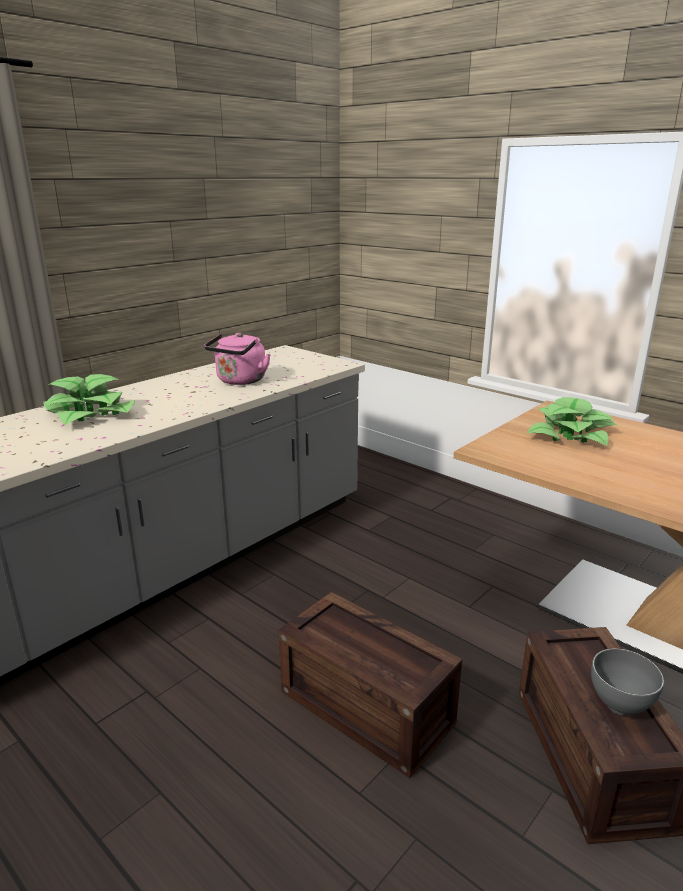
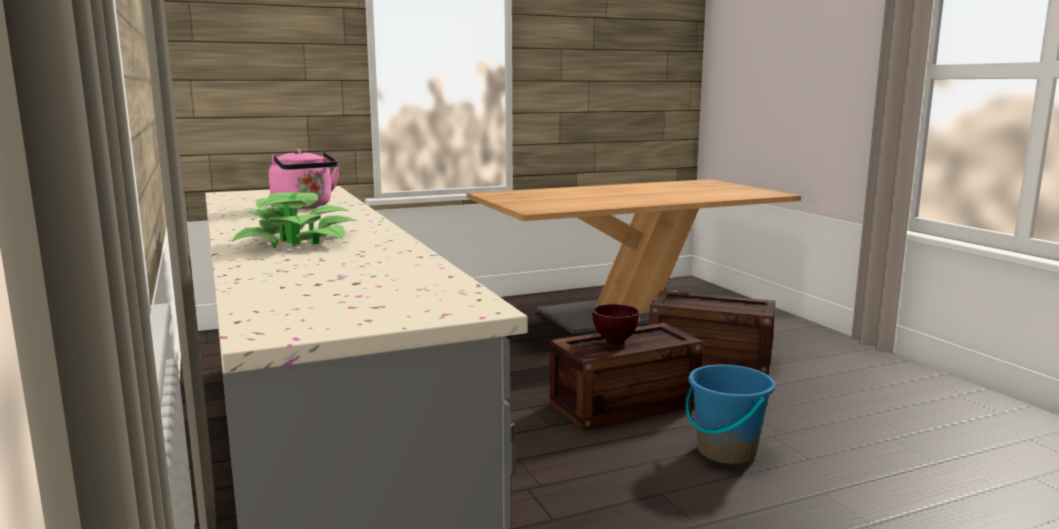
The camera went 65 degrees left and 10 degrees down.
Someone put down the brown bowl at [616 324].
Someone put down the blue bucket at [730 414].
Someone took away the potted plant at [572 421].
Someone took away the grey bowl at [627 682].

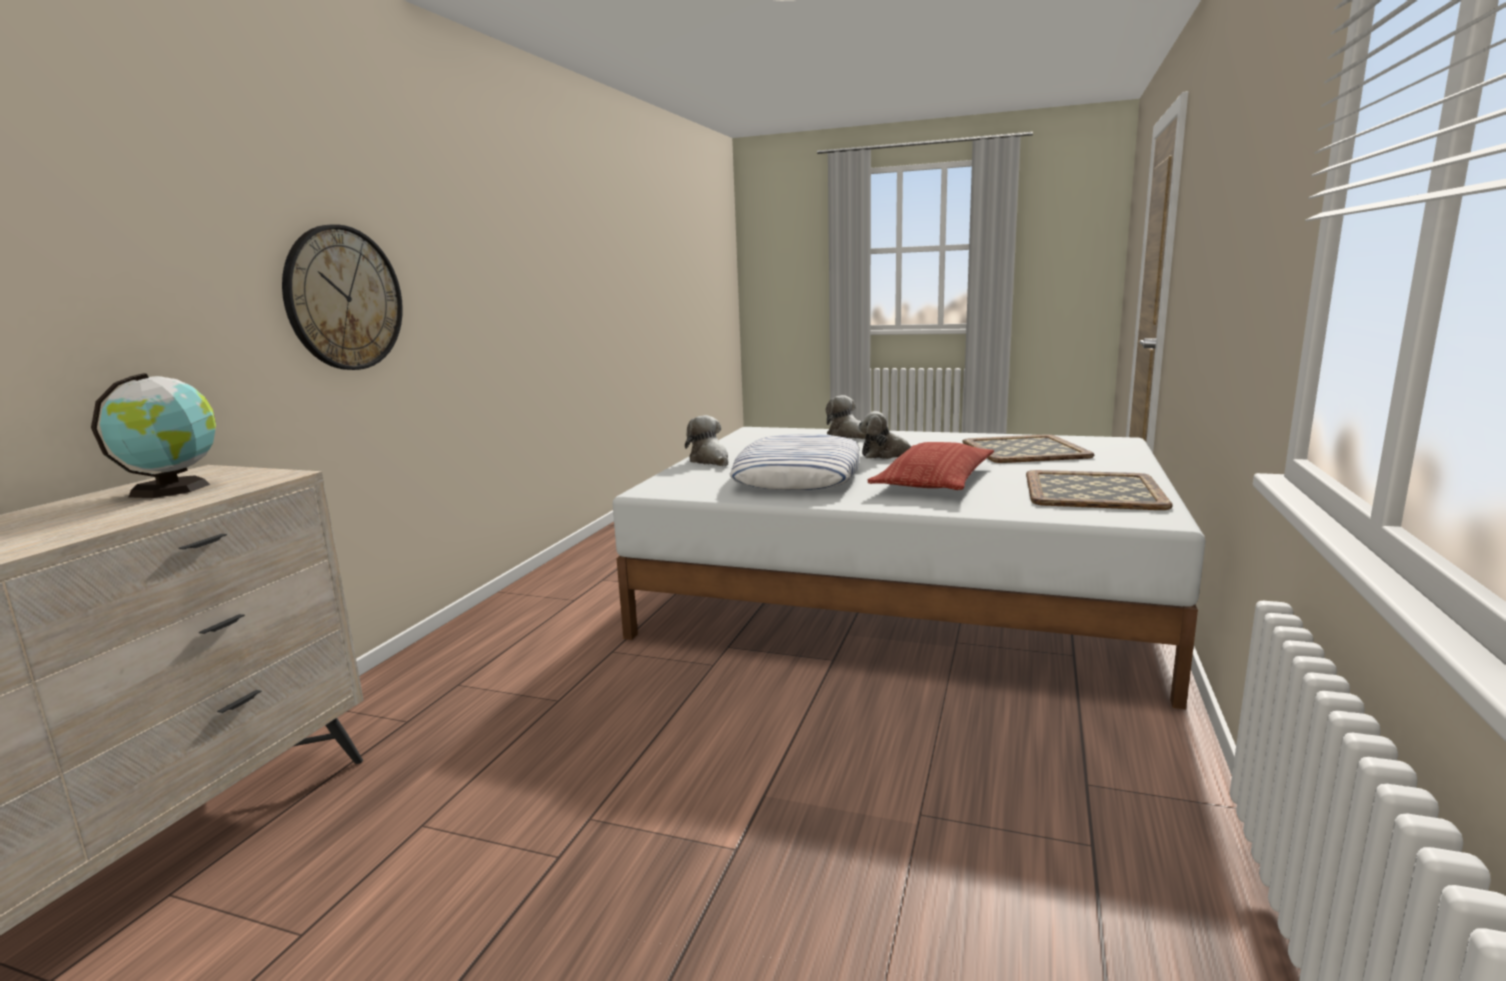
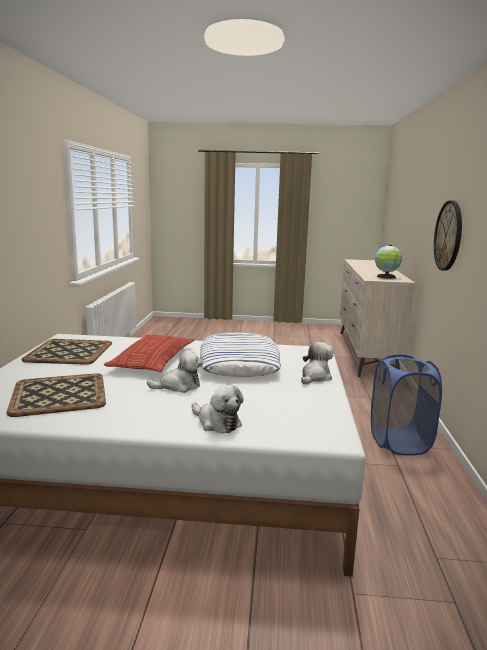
The camera went 165 degrees right and 0 degrees up.
Someone rotated the plush toy at [706 440] by 105 degrees counterclockwise.
Someone put down the blue laundry basket at [406 405].

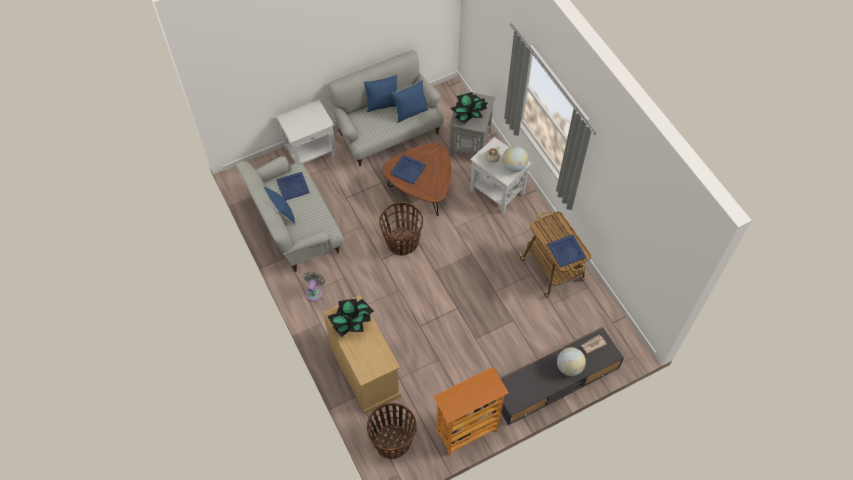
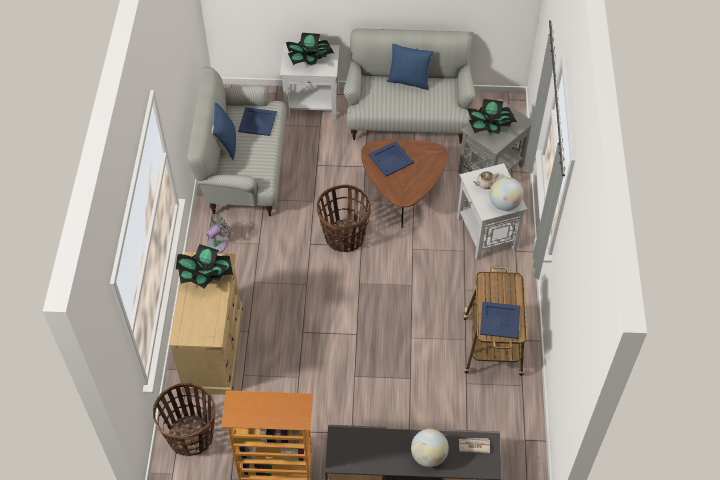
The camera went 30 degrees right and 5 degrees down.
Someone put down the potted plant at [310 49].
Someone took away the blue pillow at [410 101].

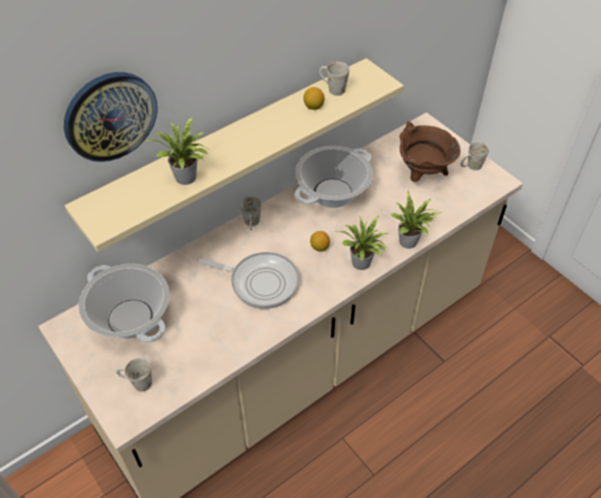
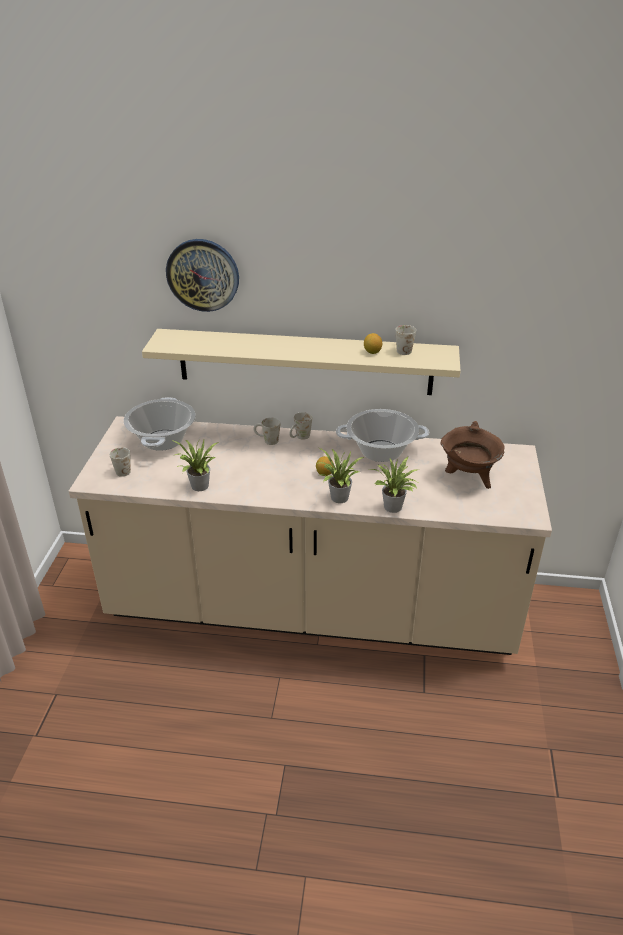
The camera went 45 degrees right and 15 degrees down.
Someone carried the potted plant from [176 150] to [195 465].
Someone carried the white mug from [474 156] to [267 431].
Someone took away the frying pan at [249 280].

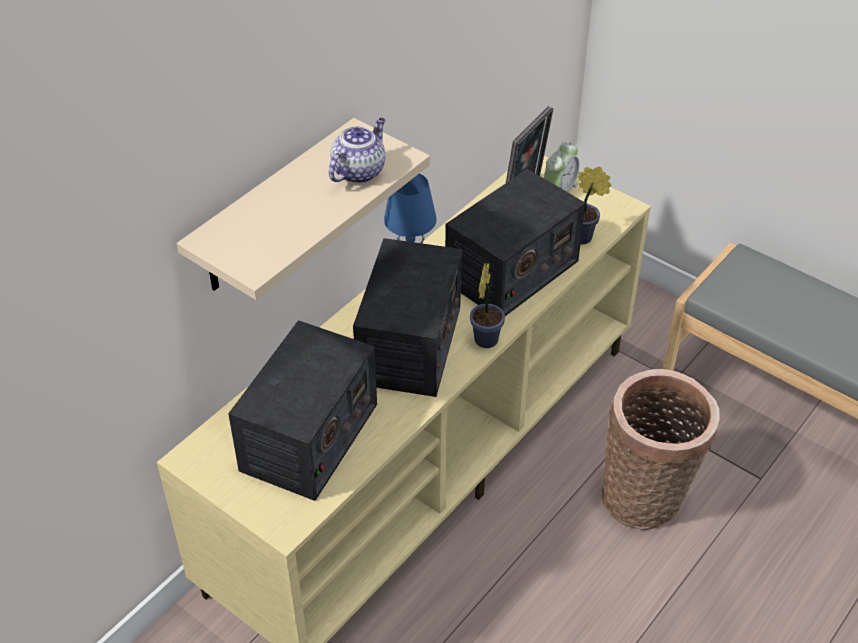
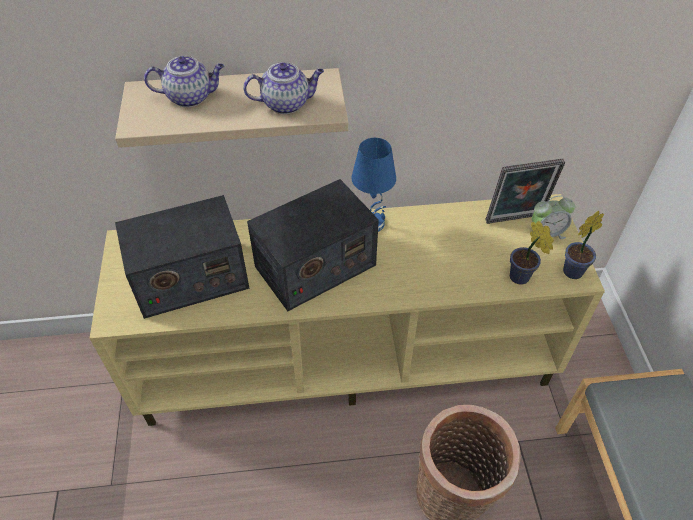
The camera went 45 degrees right and 5 degrees up.
Someone put down the teapot at [184 81].
Someone carried the potted plant from [487 305] to [583 245].
Someone took away the radio at [515 242].

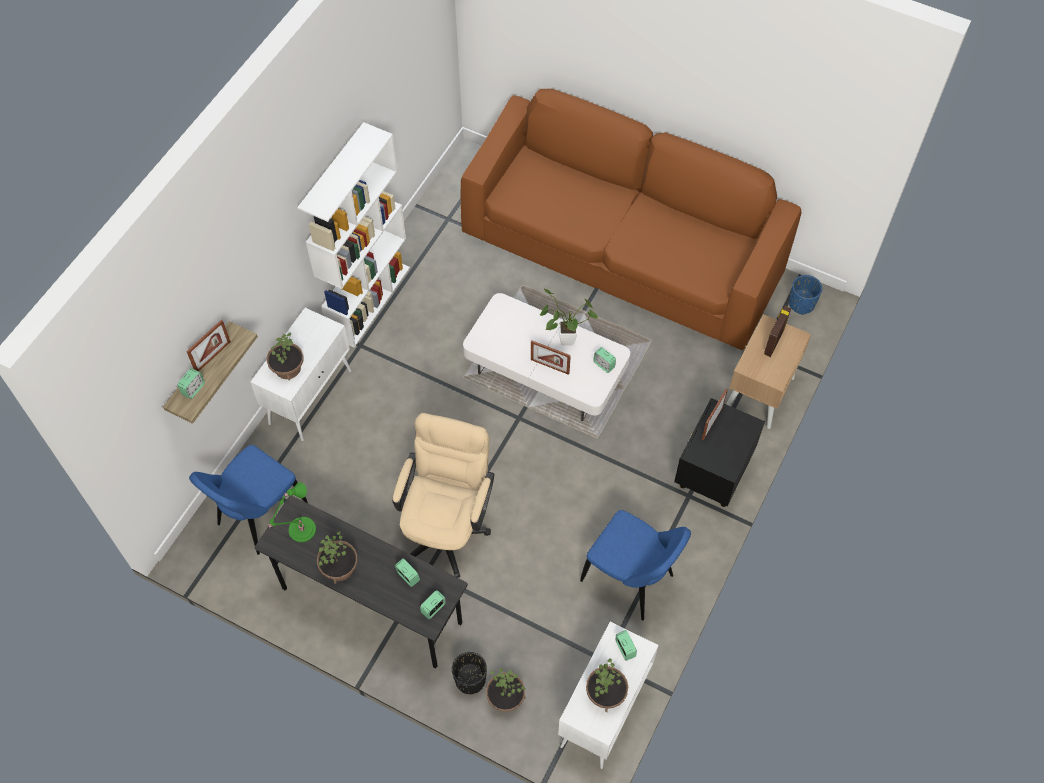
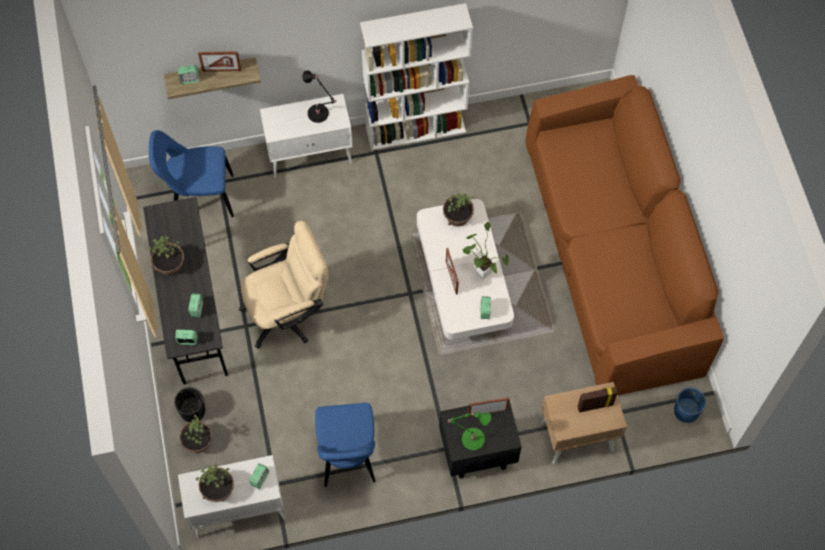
The camera went 50 degrees right and 5 degrees up.
Someone put down the black table lamp at [319 97].
Someone carried the potted plant from [285 356] to [458 209].
Someone carried the green table lamp from [292 512] to [469 431].

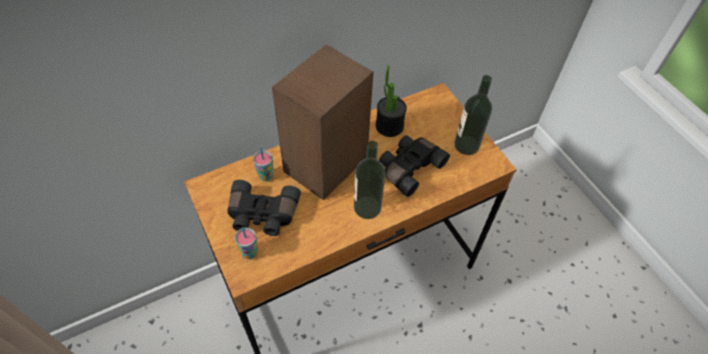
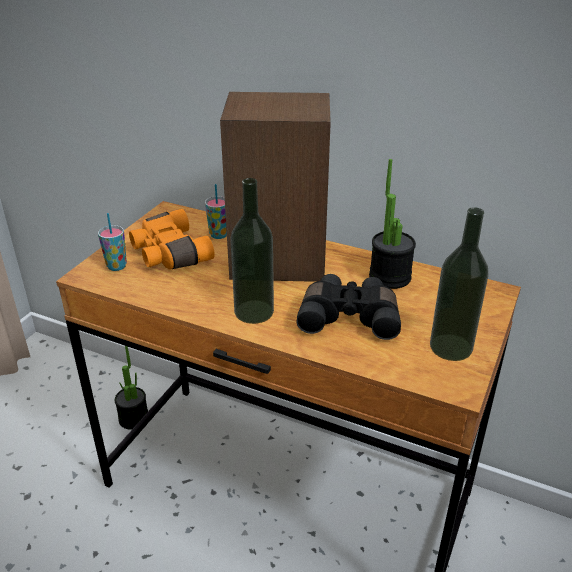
The camera went 55 degrees right and 20 degrees down.
Someone put down the potted plant at [131 388].
Someone repainted the black binoculars at [264 208], which became the orange binoculars at [172 239].

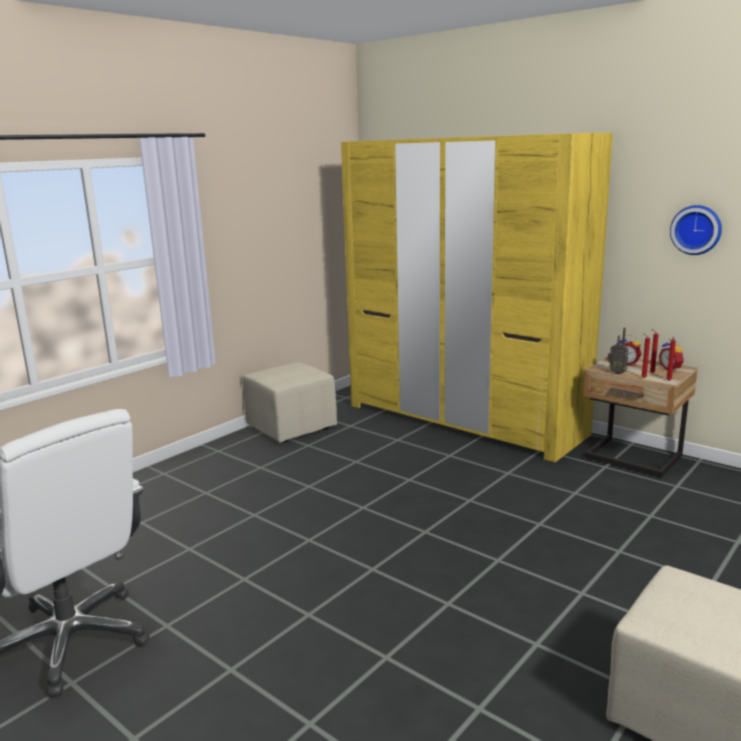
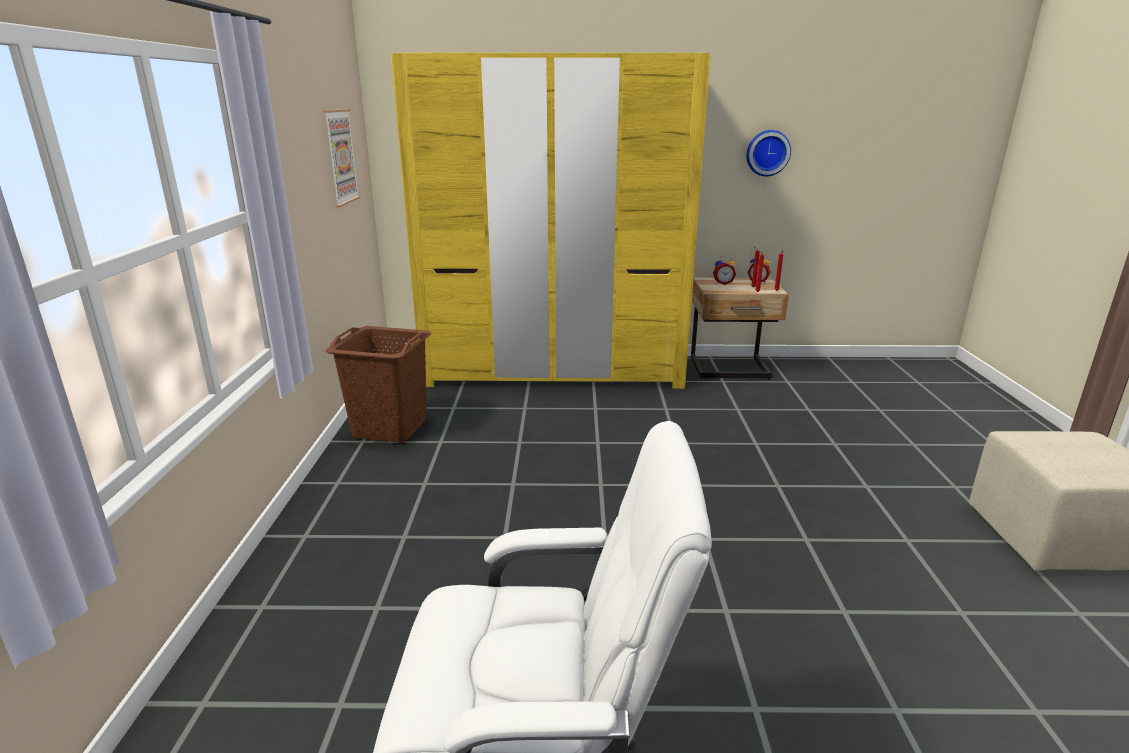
The camera went 40 degrees left and 5 degrees up.
Someone put up the picture at [341 158].
Someone swapped the beige ottoman at [290 402] for the brown laundry basket at [378 384].
Someone took away the radio at [618 351].

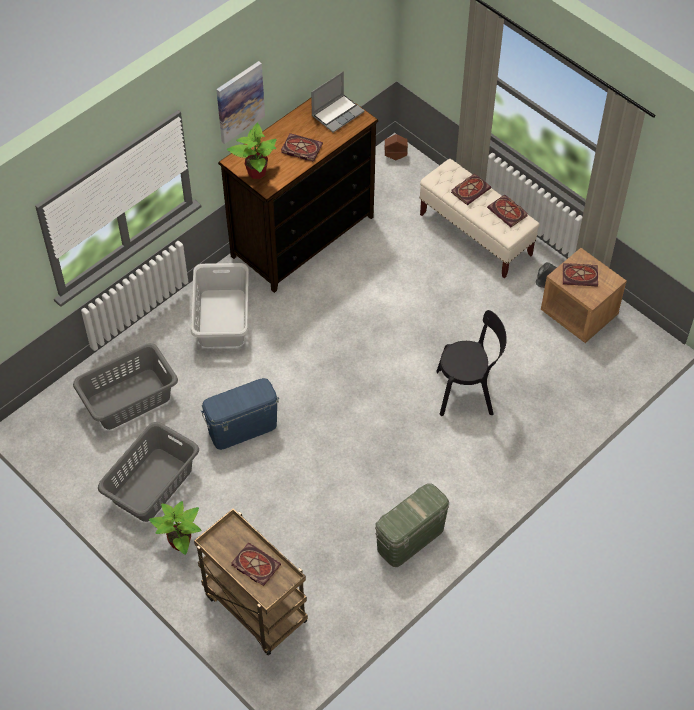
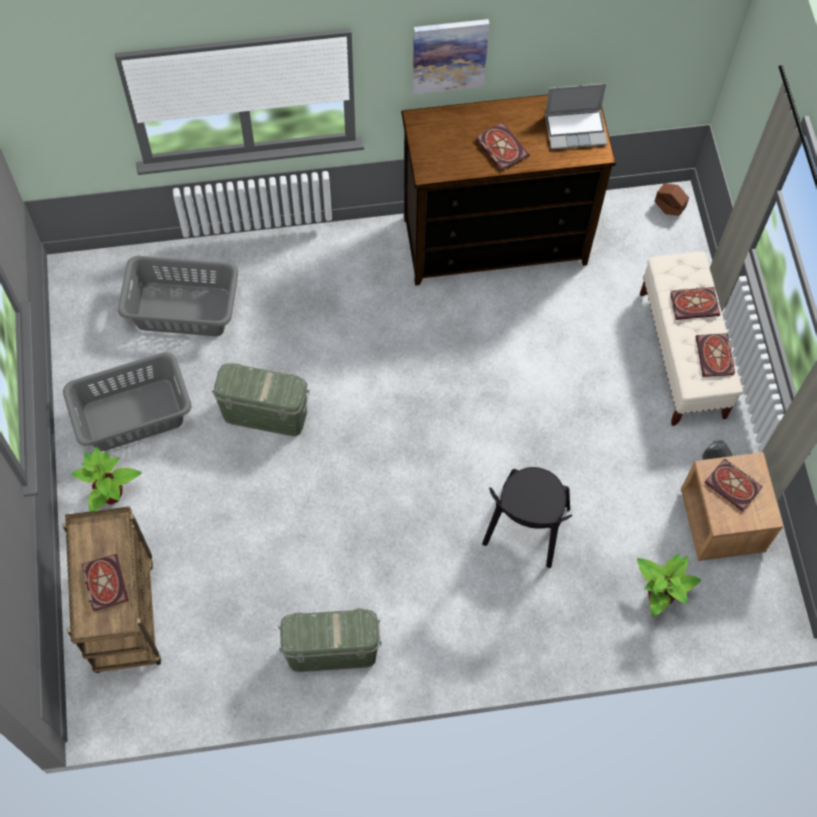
The camera went 35 degrees right and 10 degrees up.
Someone repainted the blue storage box at [240 414], which became the green storage box at [261 399].
Someone rotated the black chair at [471 363] by 75 degrees clockwise.
Someone carried the potted plant from [251 151] to [669 585].
Someone took away the grey laundry basket at [220 305].

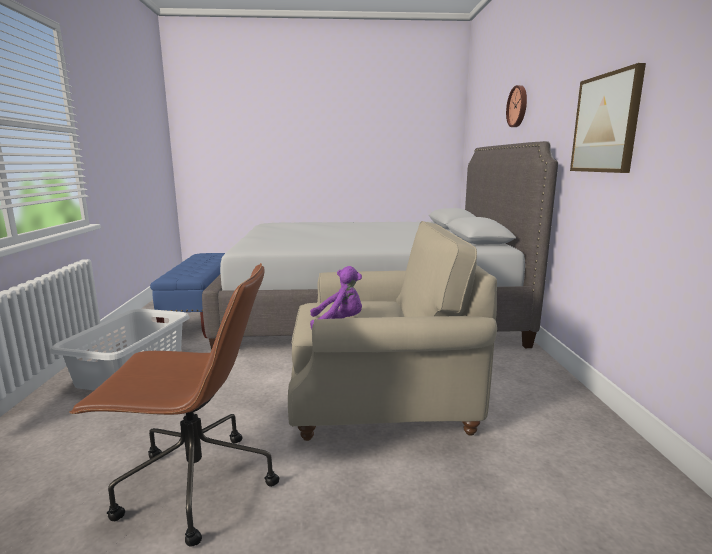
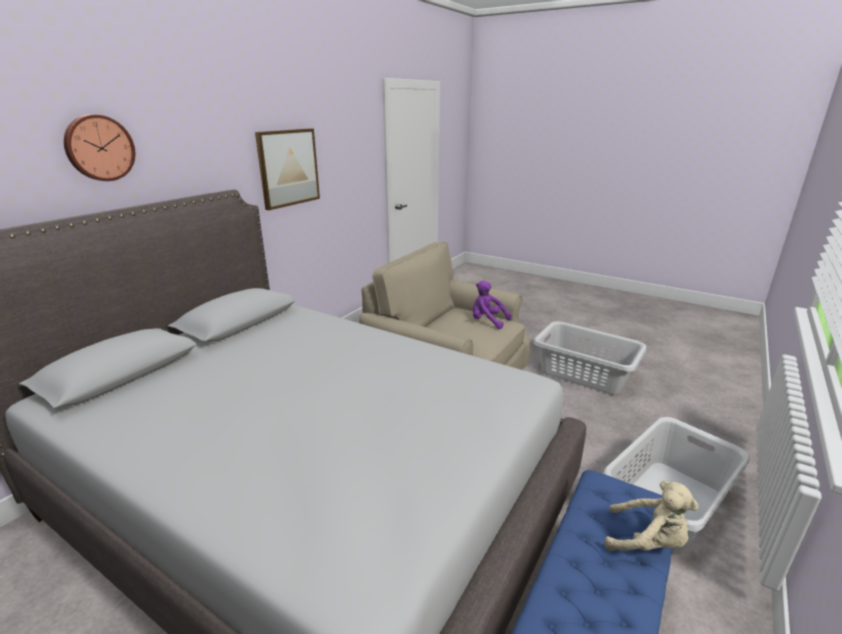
The camera went 145 degrees left and 10 degrees up.
Someone swapped the brown office chair at [174 404] for the grey laundry basket at [590 358].
Someone put down the beige plush toy at [651 516].

